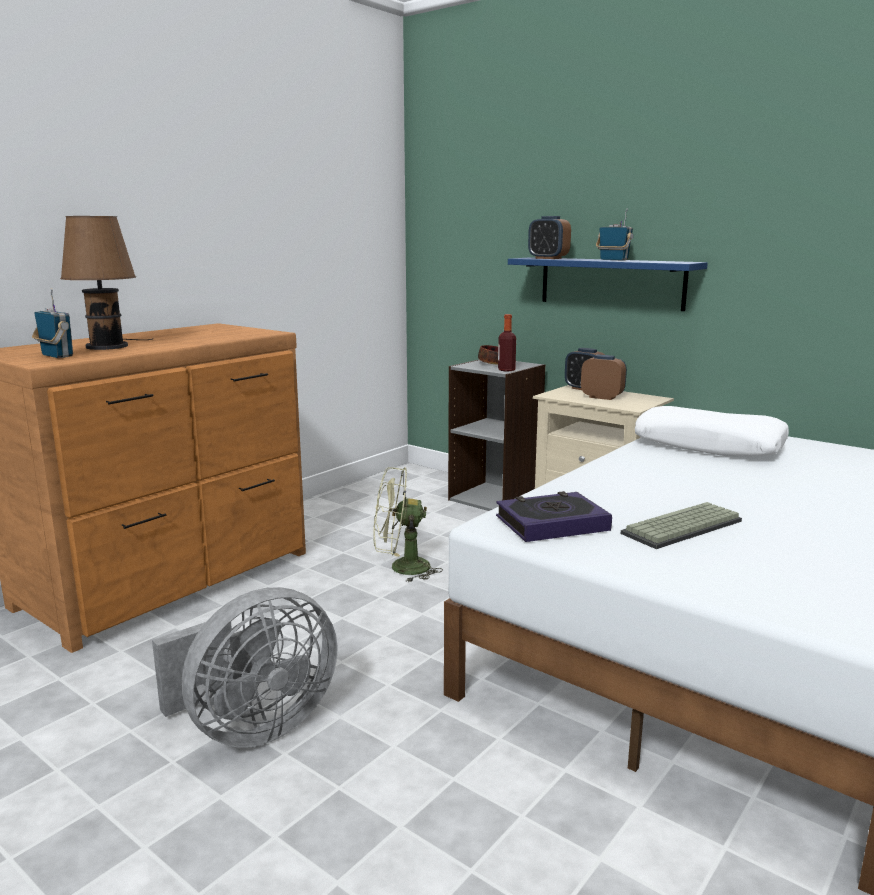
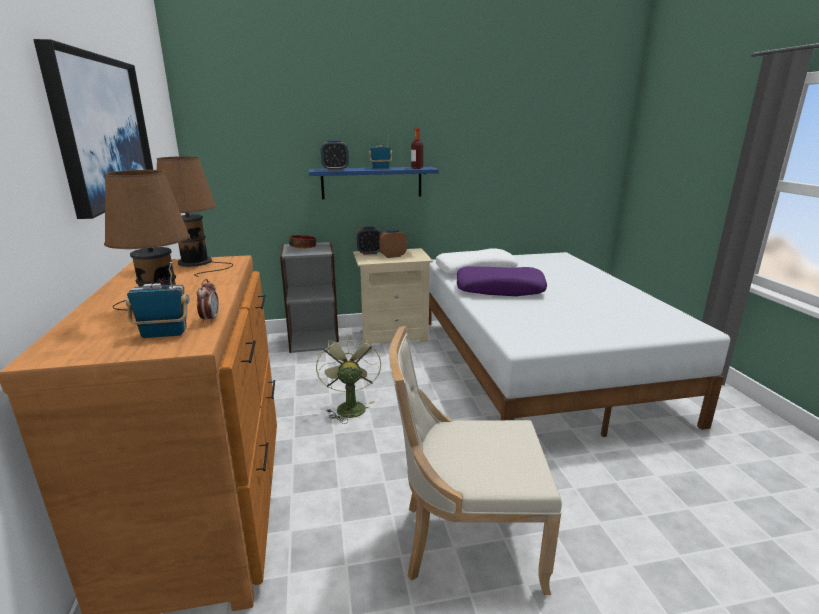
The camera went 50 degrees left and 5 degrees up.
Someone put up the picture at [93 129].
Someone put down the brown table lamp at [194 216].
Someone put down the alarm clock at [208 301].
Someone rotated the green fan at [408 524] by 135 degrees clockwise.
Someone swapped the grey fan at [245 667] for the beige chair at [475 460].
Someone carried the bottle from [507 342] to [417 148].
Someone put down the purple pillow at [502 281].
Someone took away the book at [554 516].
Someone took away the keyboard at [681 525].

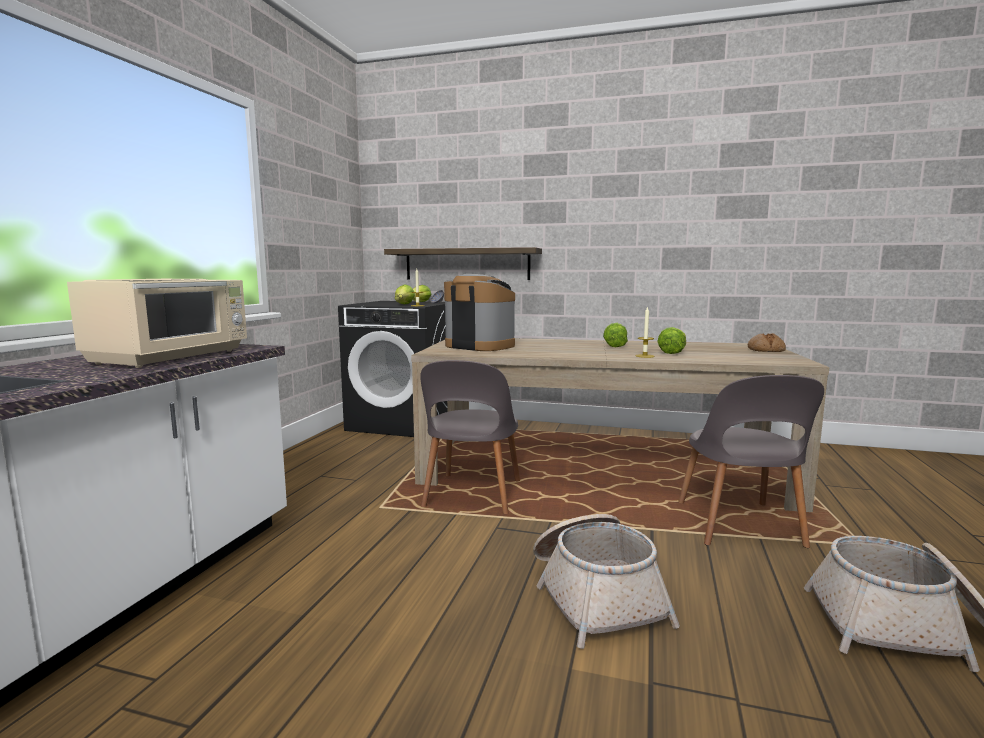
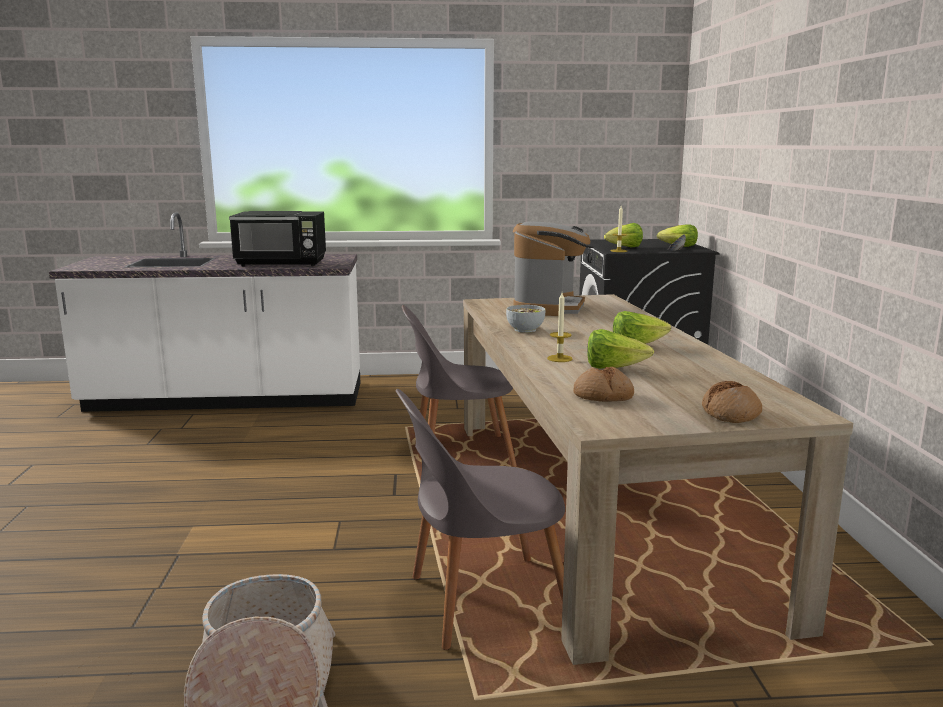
The camera went 70 degrees right and 5 degrees up.
Someone repainted the beige microwave at [157 323], which became the black microwave at [277 238].
Someone put down the bowl at [525 319].
Someone put down the bread at [603 384].
Someone took away the shelf at [463 263].
Someone took away the basket at [606 581].

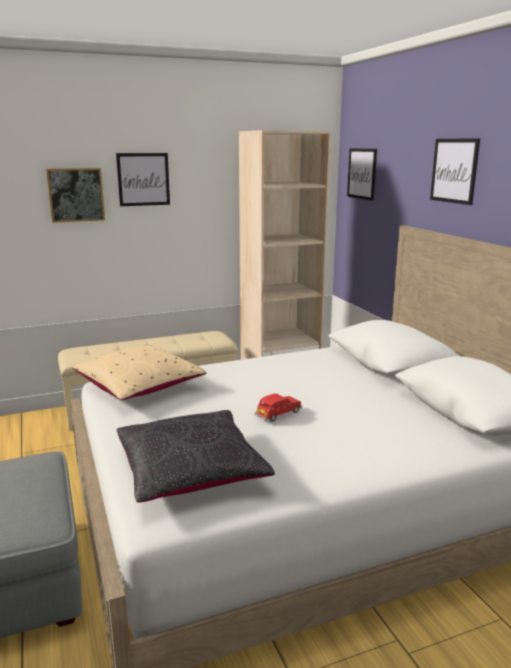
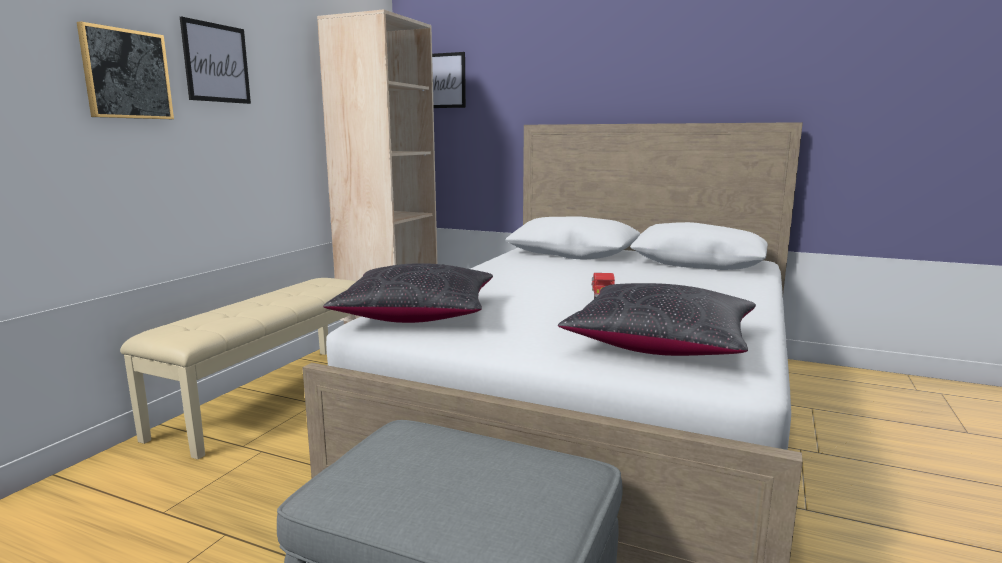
The camera went 45 degrees left and 5 degrees down.
Someone repainted the beige pillow at [139 372], which became the black pillow at [408 293].
Someone took away the picture at [455 171].

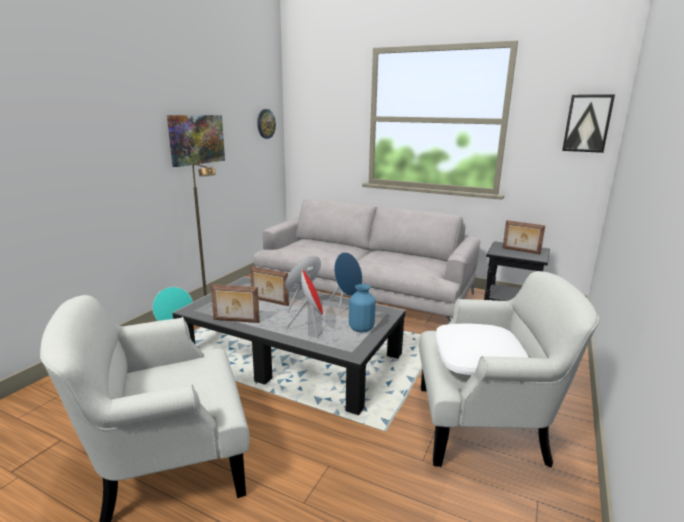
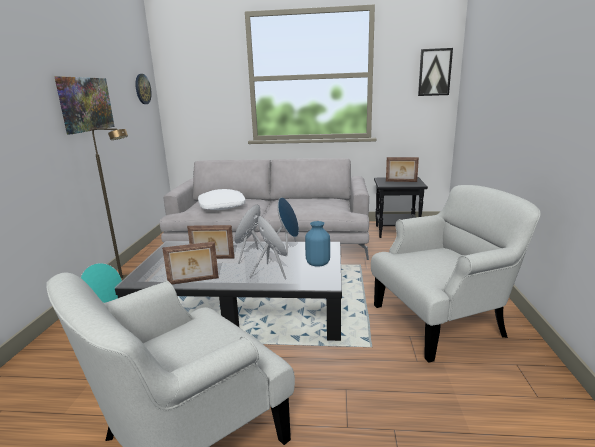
The camera went 20 degrees left and 0 degrees up.
Someone carried the white pillow from [482 349] to [222 199].

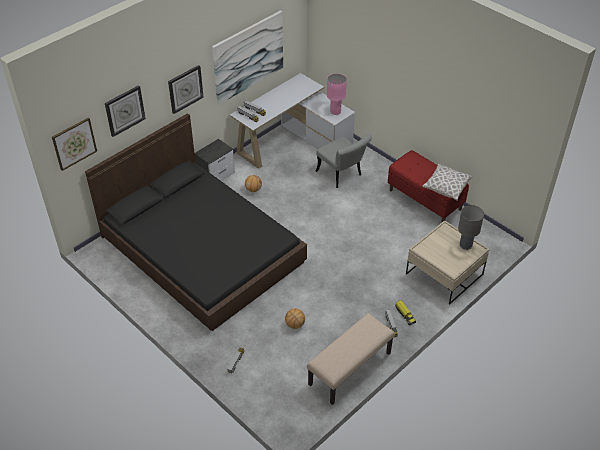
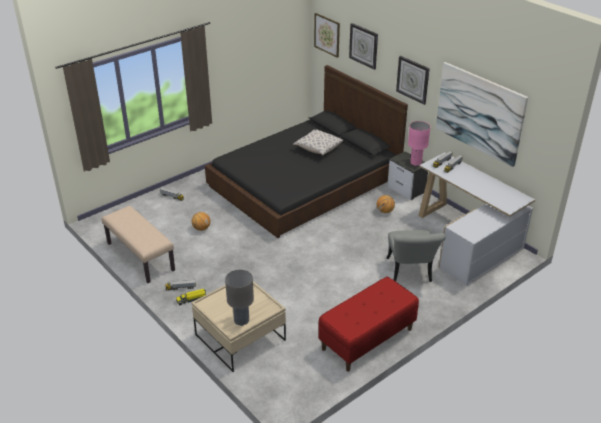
The camera went 95 degrees right and 10 degrees down.
Someone carried the pillow from [447 182] to [318 142].
Someone rotated the grey chair at [344 161] by 60 degrees counterclockwise.
Someone carried the pink table lamp from [337 94] to [419 143].

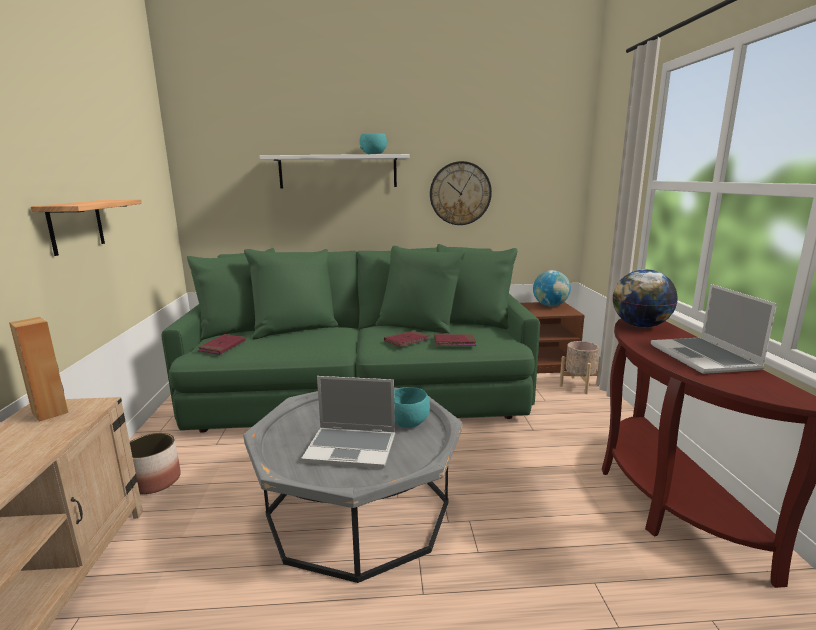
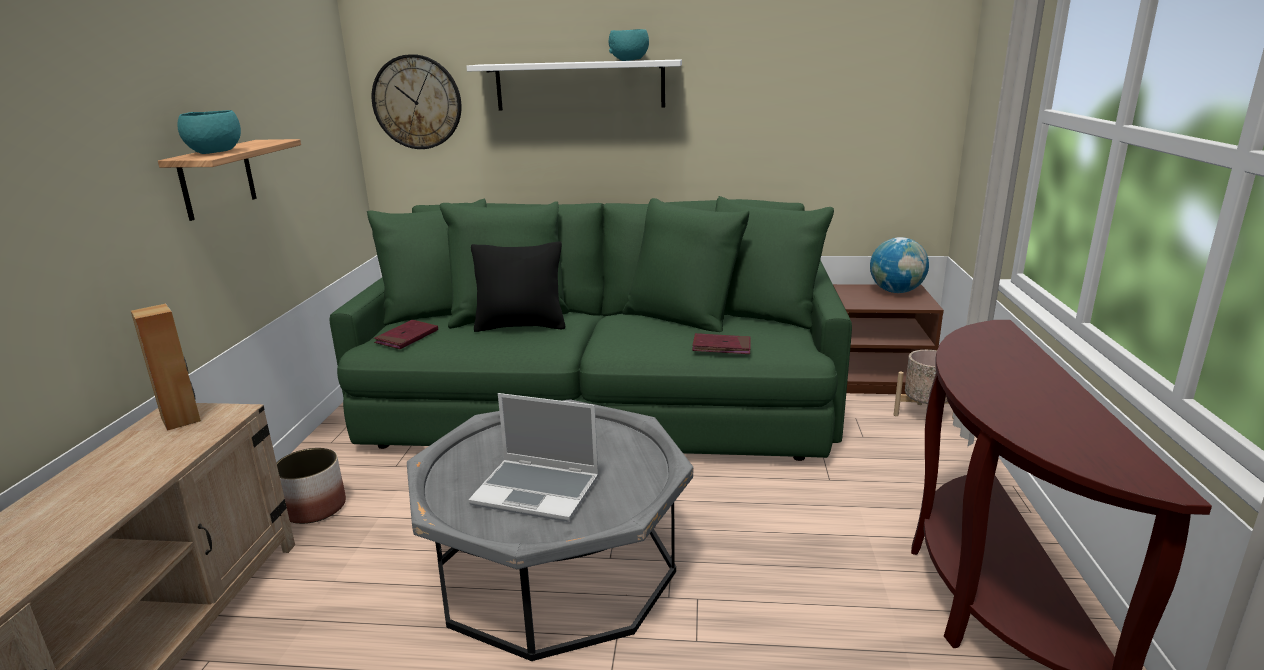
The camera went 10 degrees right and 5 degrees up.
Someone carried the turquoise bowl from [412 407] to [209 132].
Someone carried the wall clock from [461 193] to [416 101].
Someone put down the black pillow at [518 286].
Someone took away the red book at [406 338].
Someone took away the globe at [645 298].
Someone took away the laptop at [714 329].

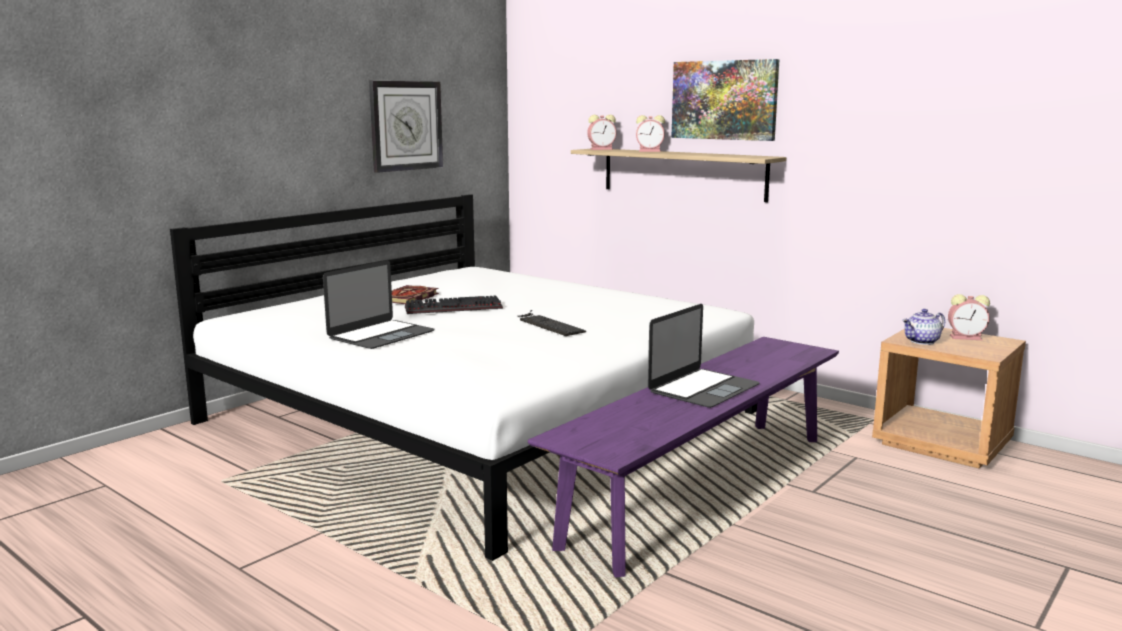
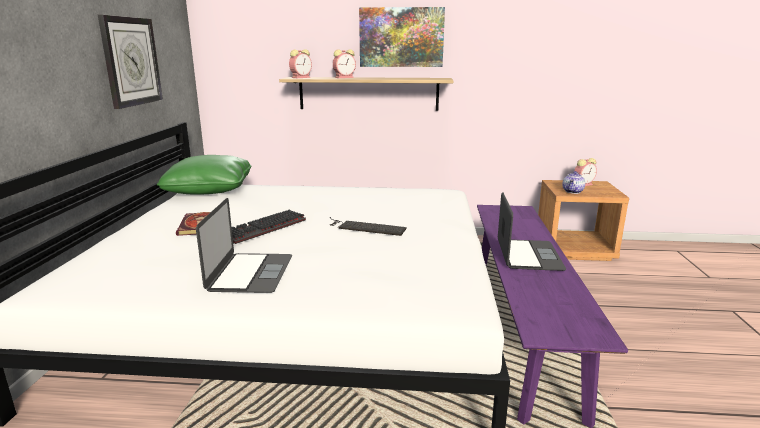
The camera went 35 degrees left and 5 degrees up.
Someone put down the green pillow at [204 174].

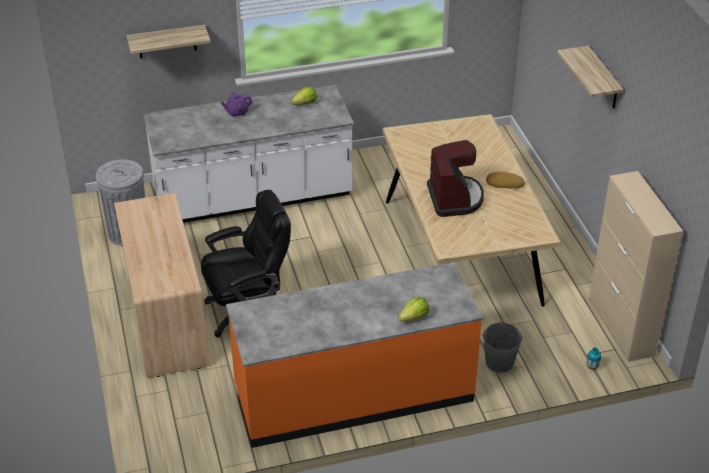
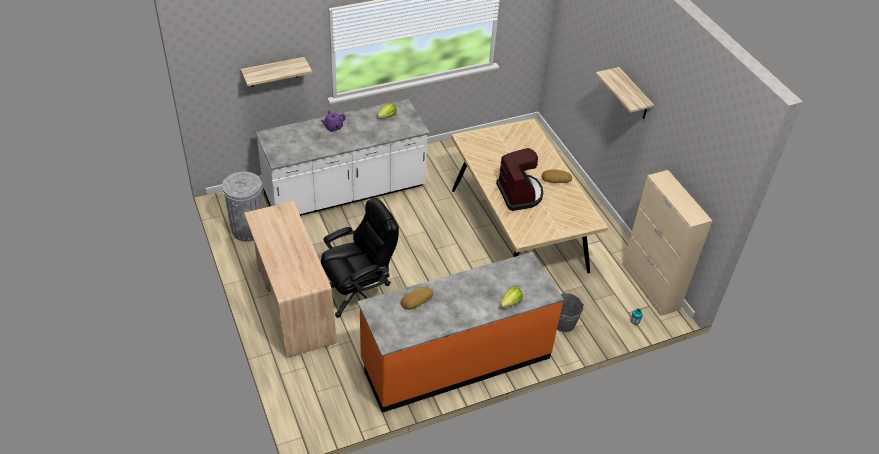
The camera went 10 degrees left and 5 degrees up.
Someone put down the bread at [417 298].

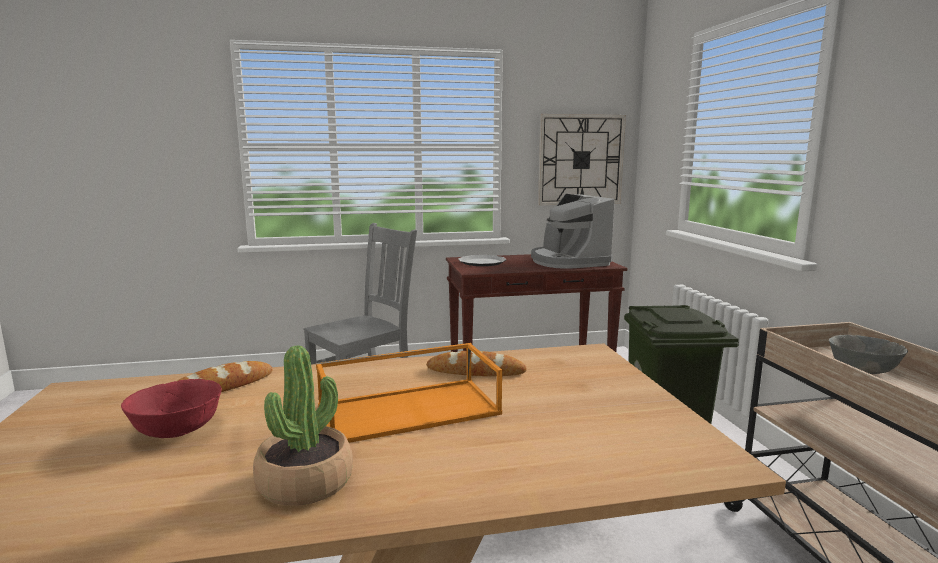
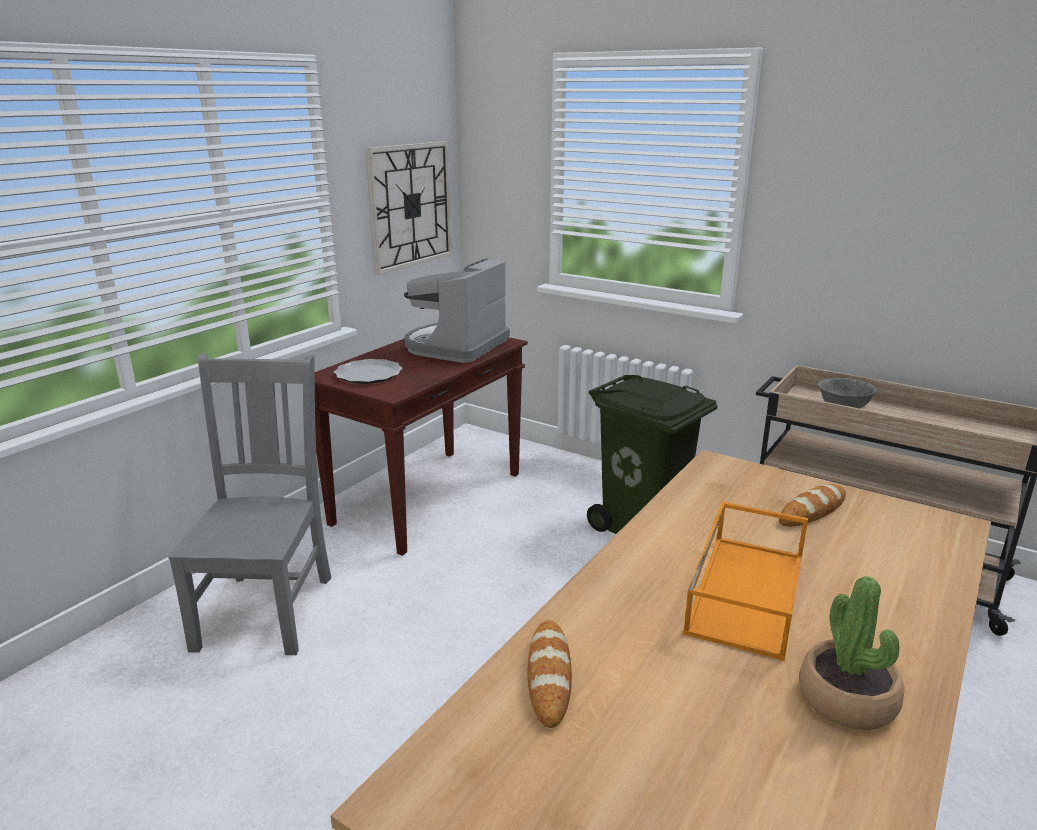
The camera went 45 degrees left and 10 degrees up.
Someone rotated the coffee machine at [573 231] by 90 degrees clockwise.
Someone carried the bread from [477 363] to [812 505].
Someone took away the red bowl at [171 408].

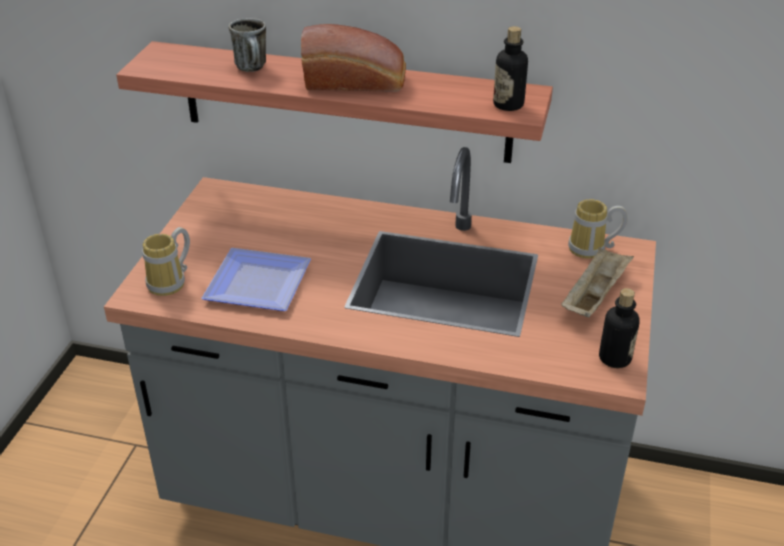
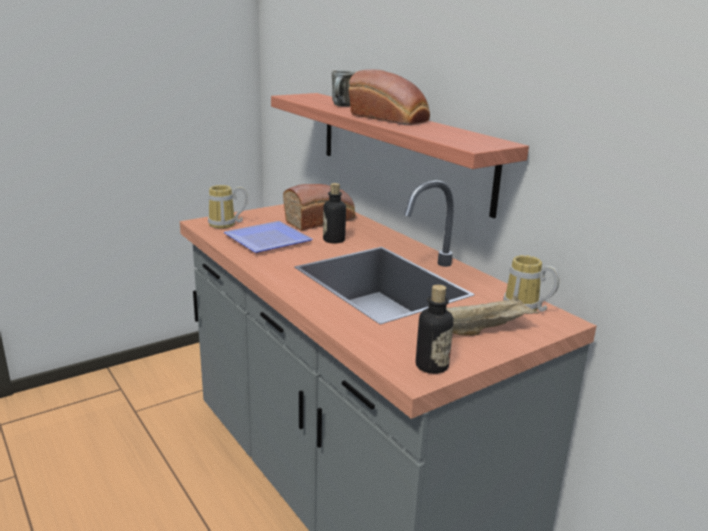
The camera went 40 degrees right and 15 degrees down.
Someone put down the bread at [319 207].
Someone carried the bottle from [510 68] to [334 213].

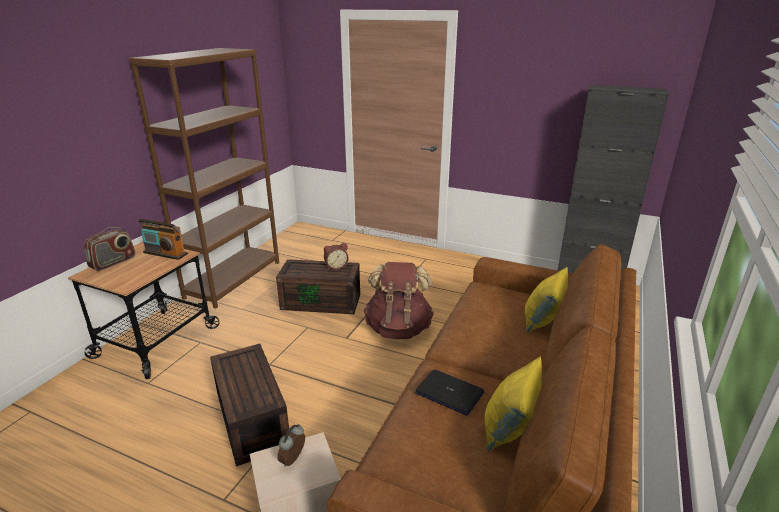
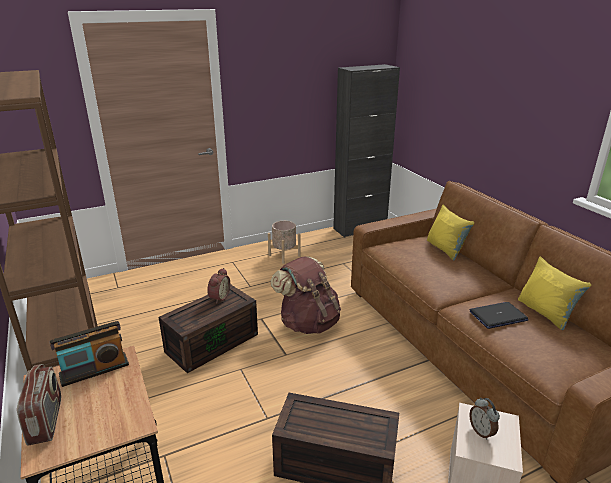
The camera went 50 degrees left and 0 degrees up.
Someone put down the beige planter at [284 242].

